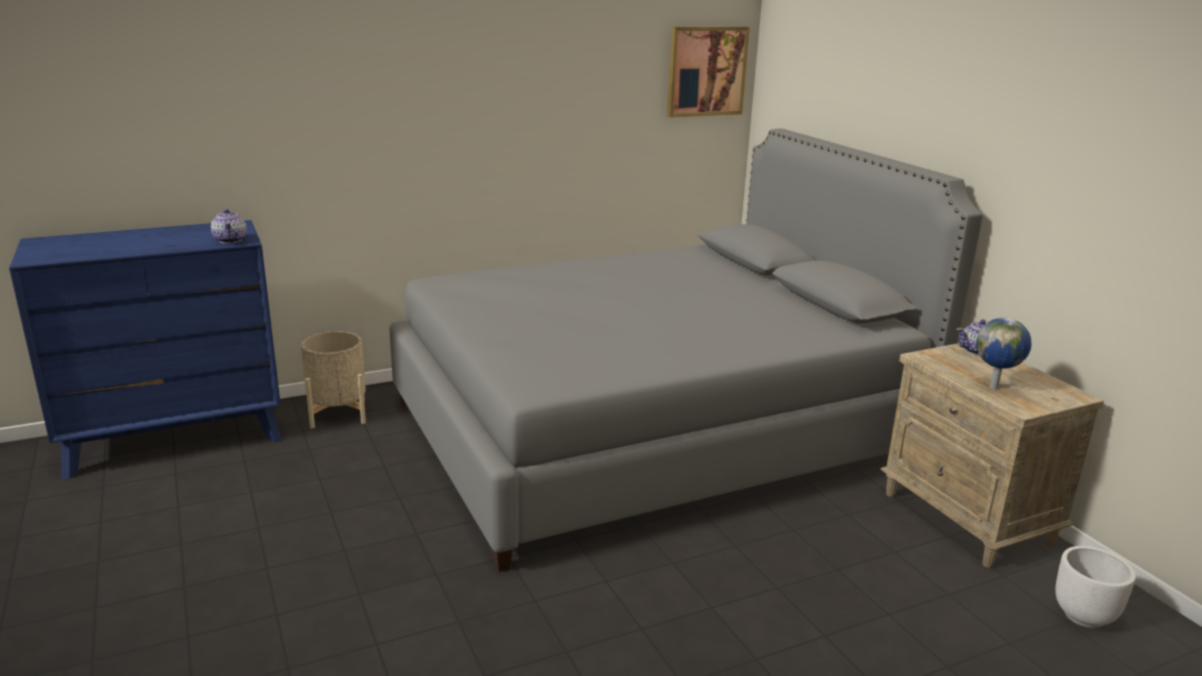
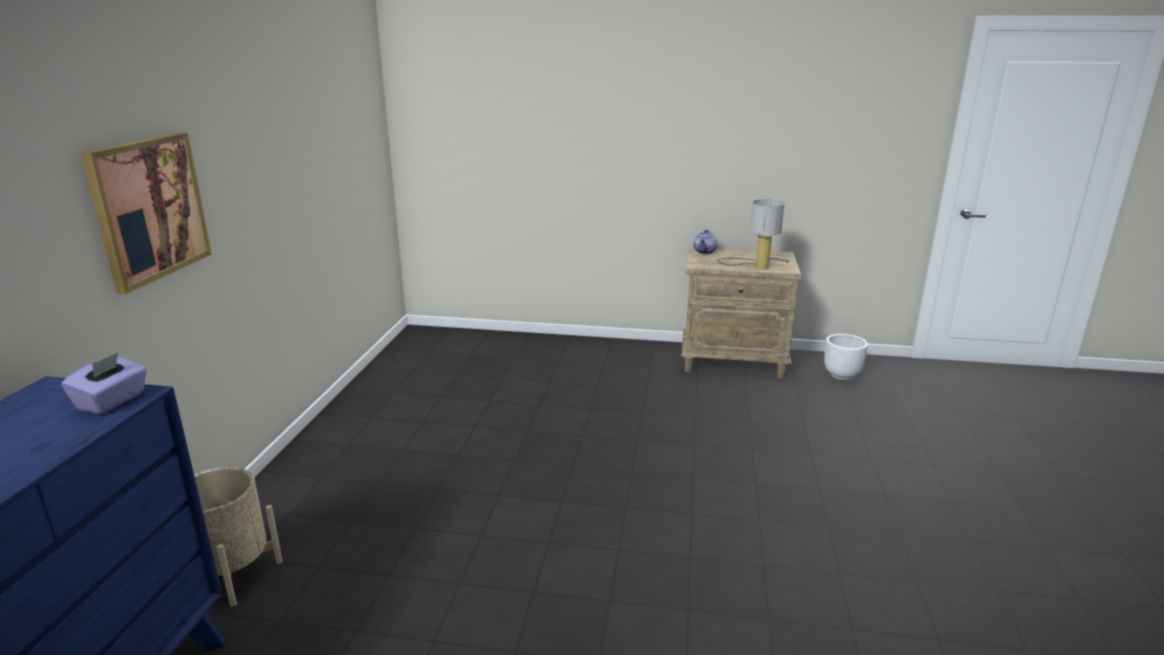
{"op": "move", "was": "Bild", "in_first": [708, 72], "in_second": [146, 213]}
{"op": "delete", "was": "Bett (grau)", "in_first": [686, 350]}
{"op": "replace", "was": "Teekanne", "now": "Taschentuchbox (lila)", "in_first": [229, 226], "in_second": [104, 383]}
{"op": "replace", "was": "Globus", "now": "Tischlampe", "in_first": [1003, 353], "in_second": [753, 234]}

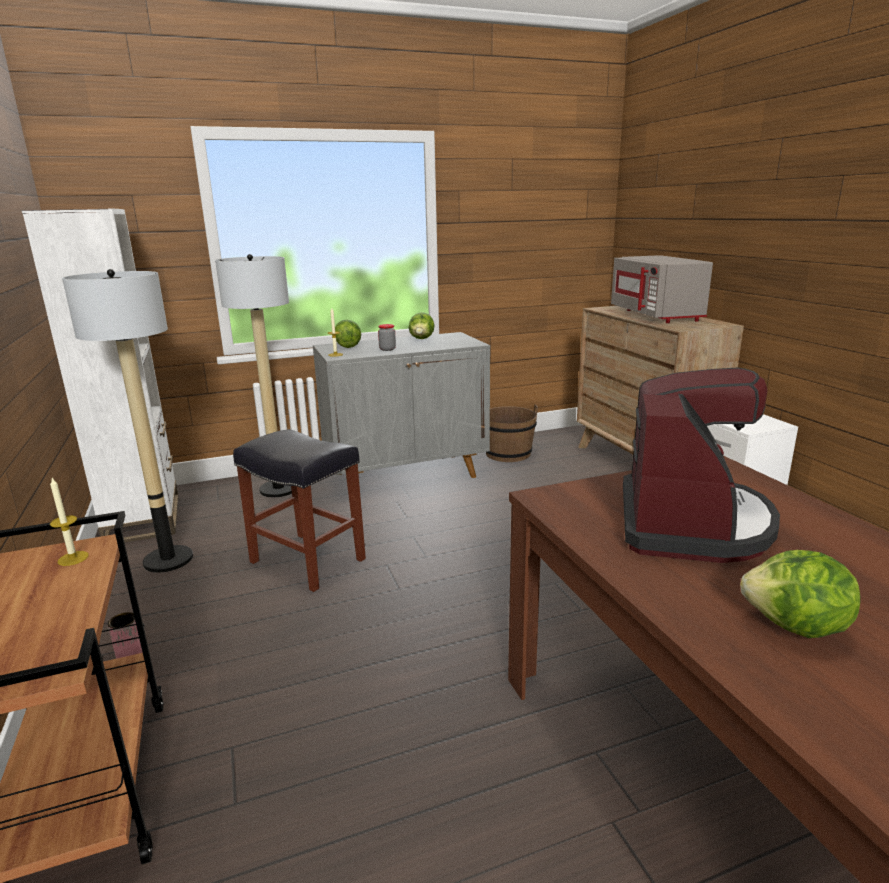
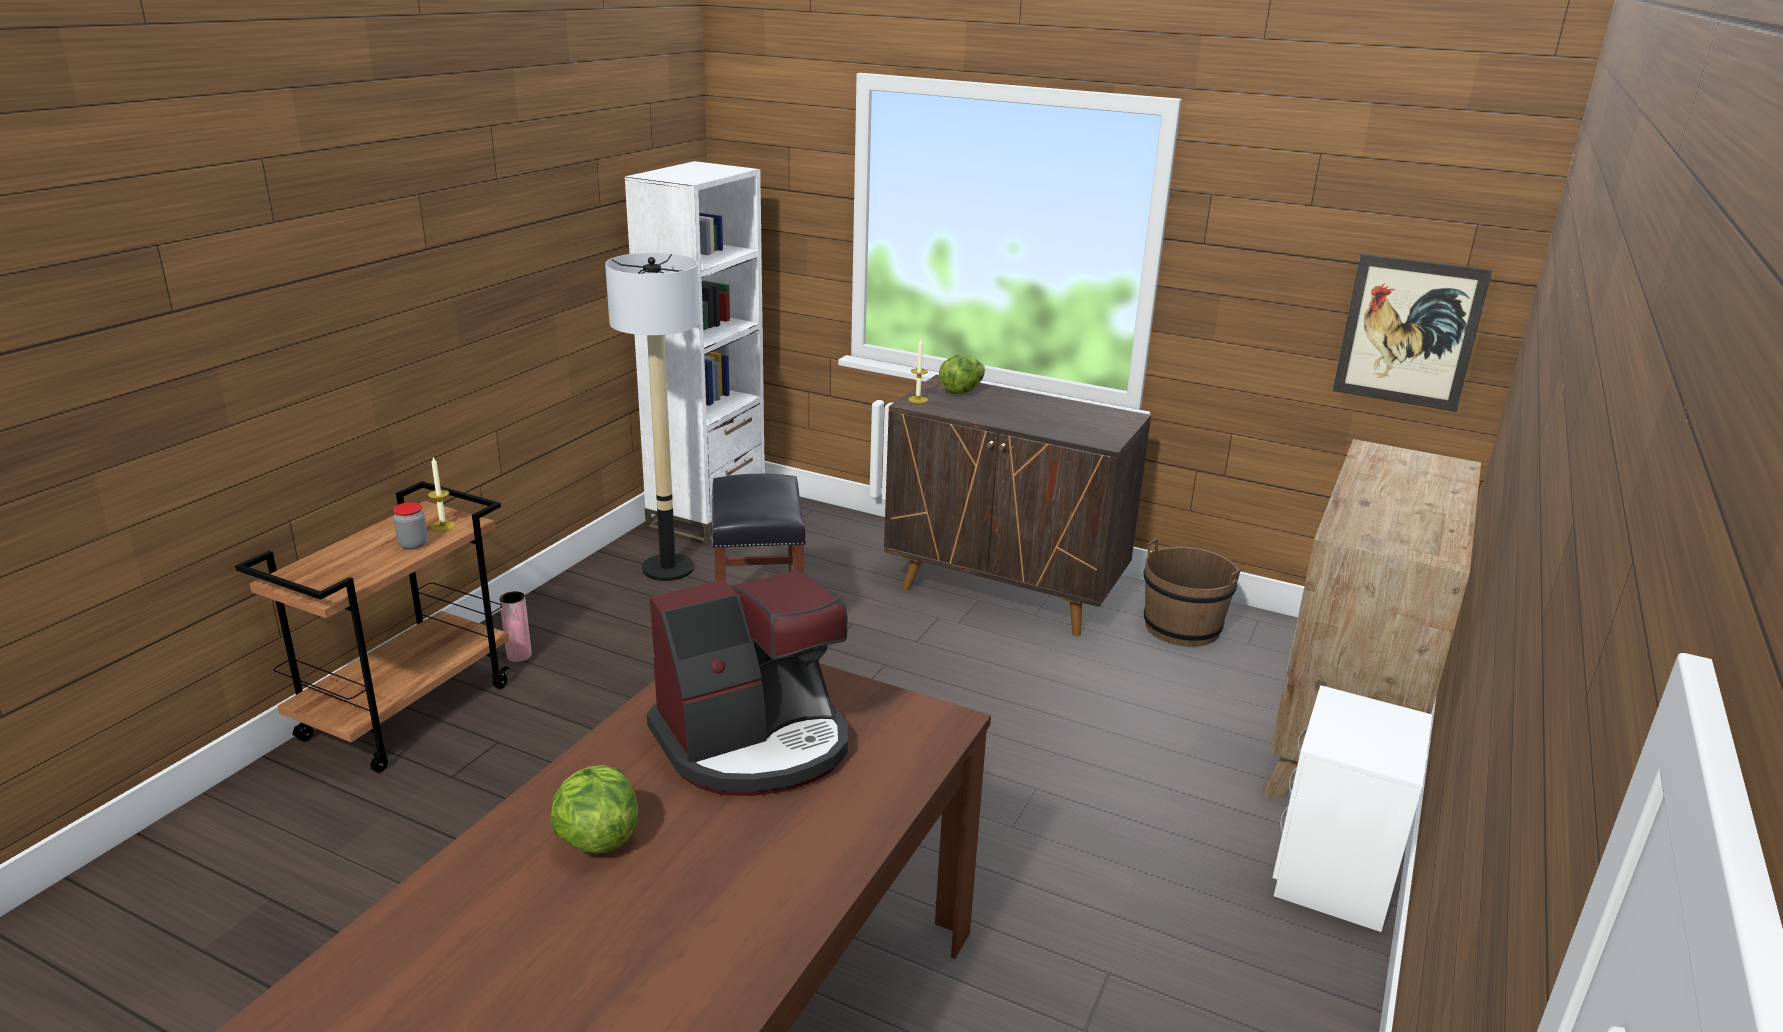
{"op": "delete", "was": "Stehlampe", "in_first": [253, 375]}
{"op": "delete", "was": "Mikrowelle (grau)", "in_first": [662, 289]}
{"op": "delete", "was": "Salatkopf", "in_first": [421, 325]}
{"op": "move", "was": "Vorratsglas", "in_first": [387, 337], "in_second": [410, 526]}
{"op": "recolor", "was": "Schrank (grau)", "now": "Schrank (braun)", "in_first": [401, 405], "in_second": [1017, 506]}
{"op": "insert", "now": "Bild", "in_second": [1412, 333]}

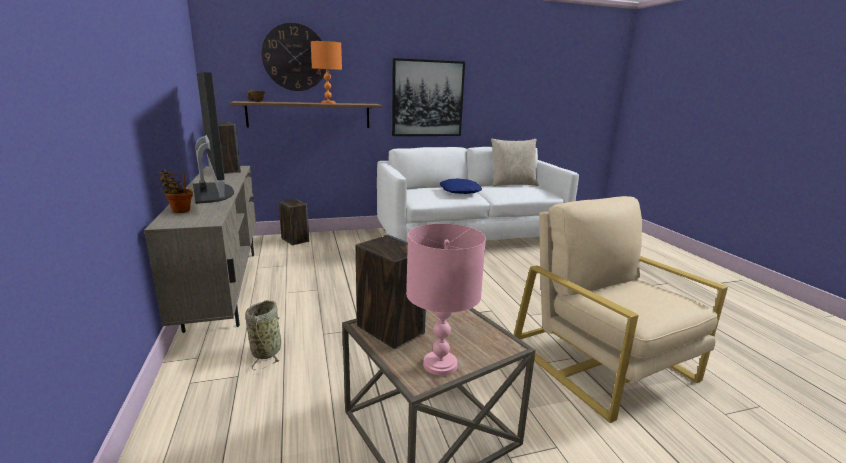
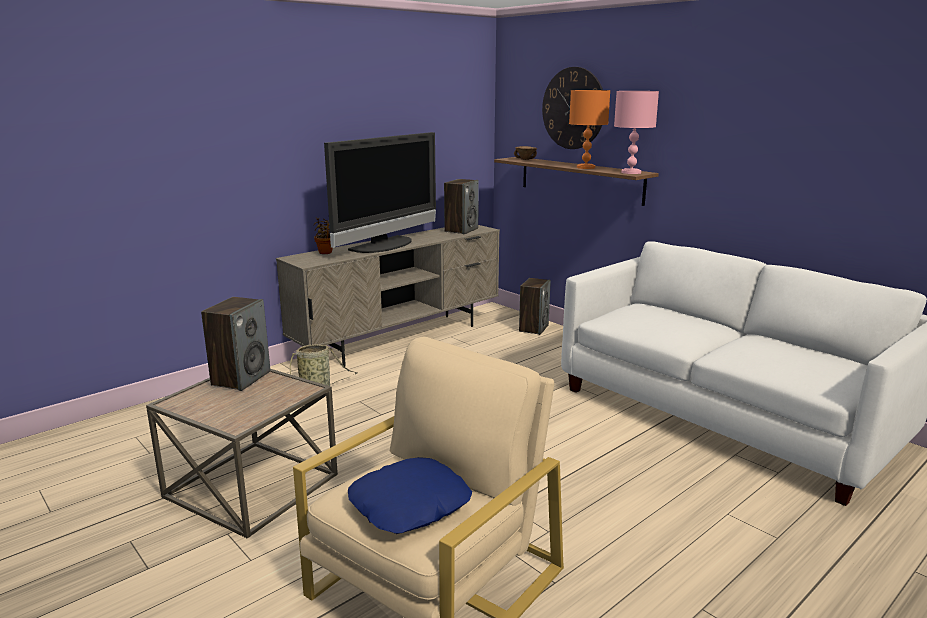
{"op": "delete", "was": "Bild", "in_first": [428, 97]}
{"op": "delete", "was": "Kissen (beige)", "in_first": [515, 162]}
{"op": "move", "was": "Kissen (blau)", "in_first": [461, 186], "in_second": [410, 495]}
{"op": "move", "was": "Tischlampe (rosa)", "in_first": [446, 299], "in_second": [636, 132]}

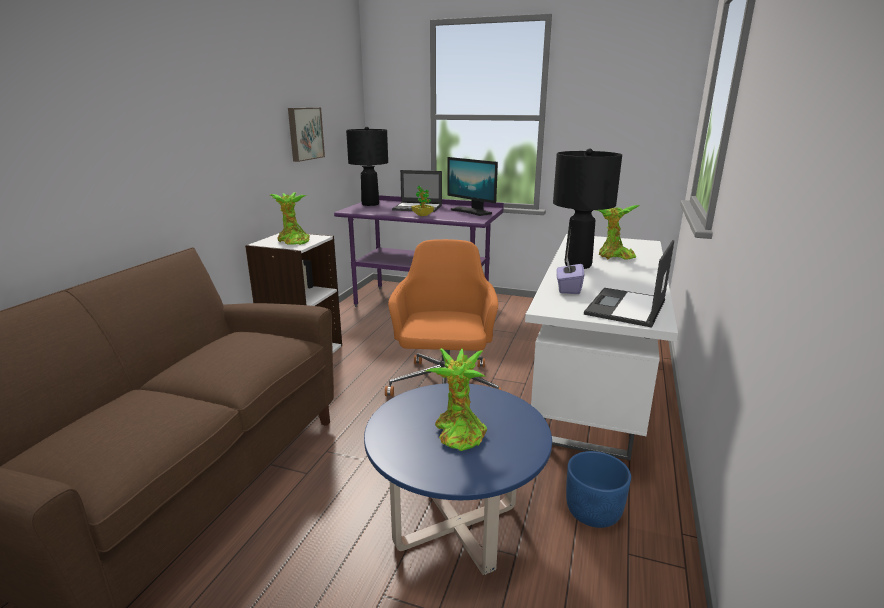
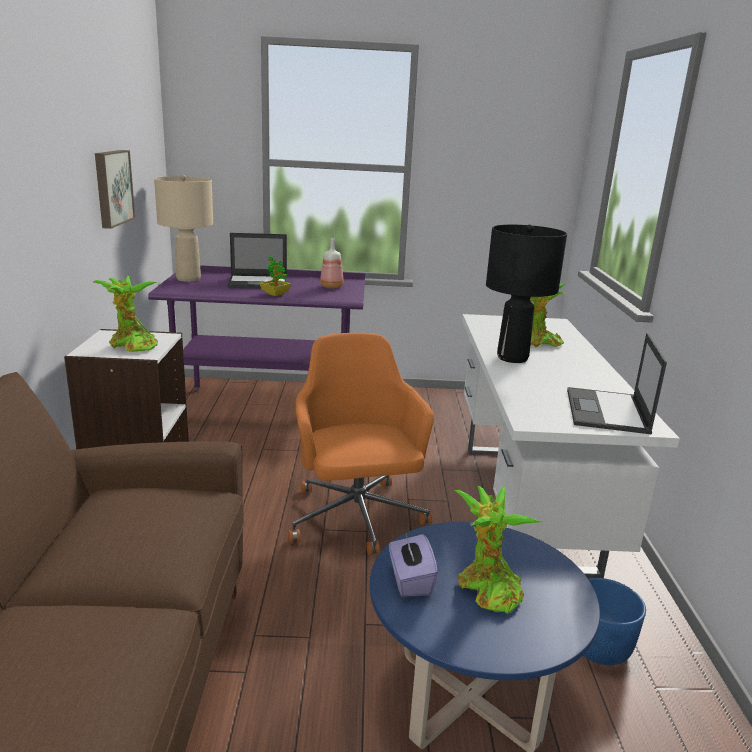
{"op": "recolor", "was": "Tischlampe (schwarz)", "now": "Tischlampe (beige)", "in_first": [367, 166], "in_second": [183, 228]}
{"op": "replace", "was": "Monitor", "now": "Flasche", "in_first": [472, 186], "in_second": [332, 263]}
{"op": "move", "was": "Taschentuchbox (lila)", "in_first": [570, 275], "in_second": [413, 565]}

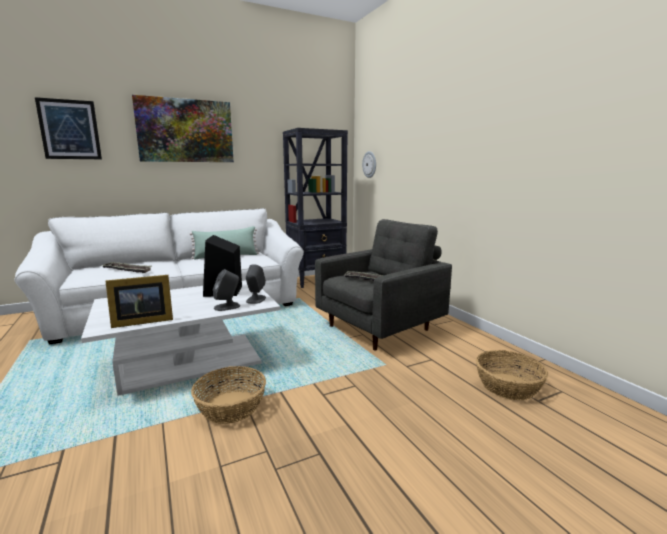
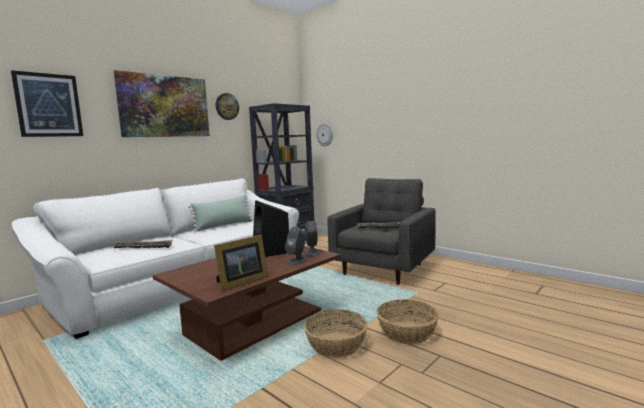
{"op": "recolor", "was": "Couchtisch (weiß)", "now": "Couchtisch (braun)", "in_first": [180, 338], "in_second": [246, 303]}
{"op": "move", "was": "Korb", "in_first": [512, 375], "in_second": [407, 321]}
{"op": "insert", "now": "Wanduhr", "in_second": [227, 106]}

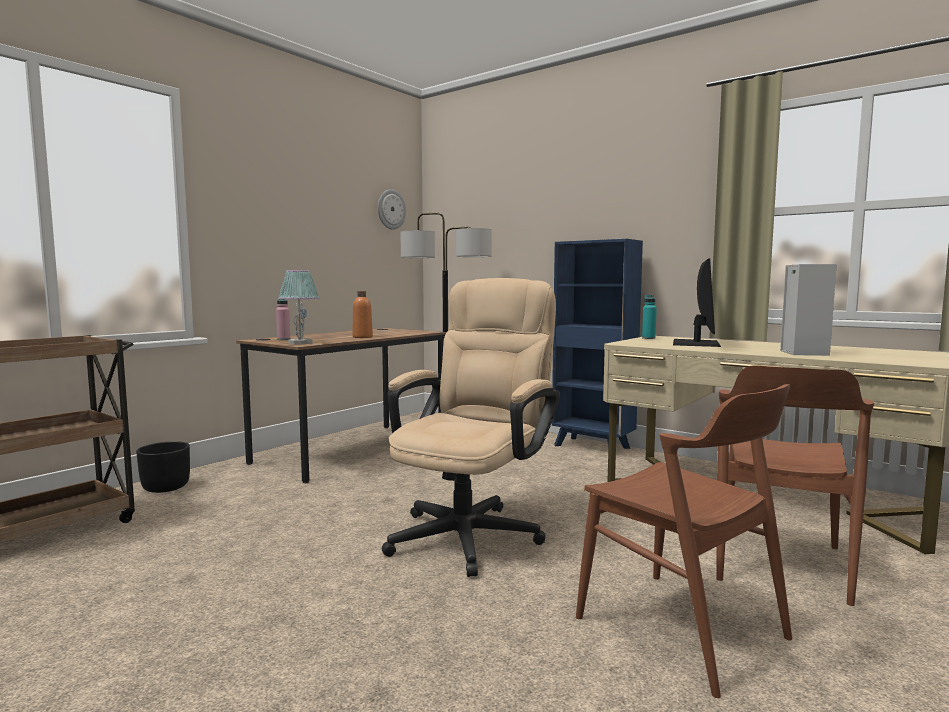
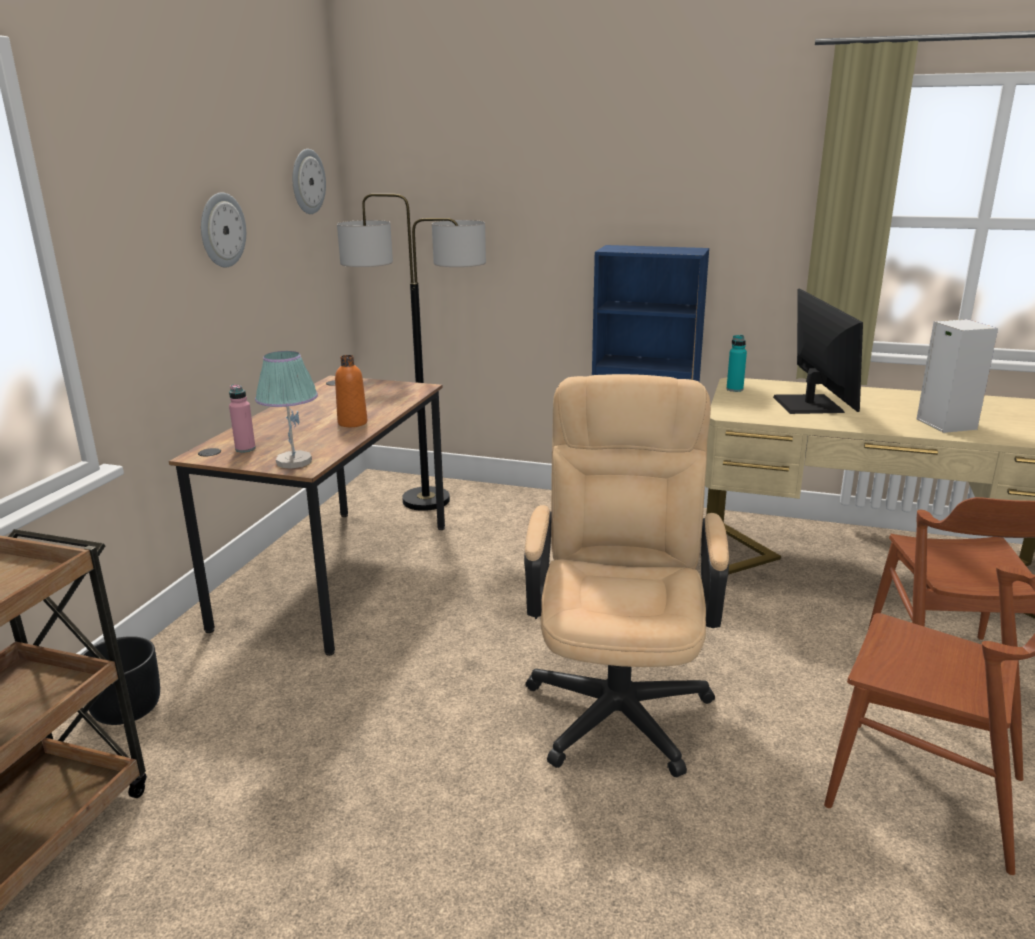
{"op": "insert", "now": "Wanduhr", "in_second": [223, 229]}

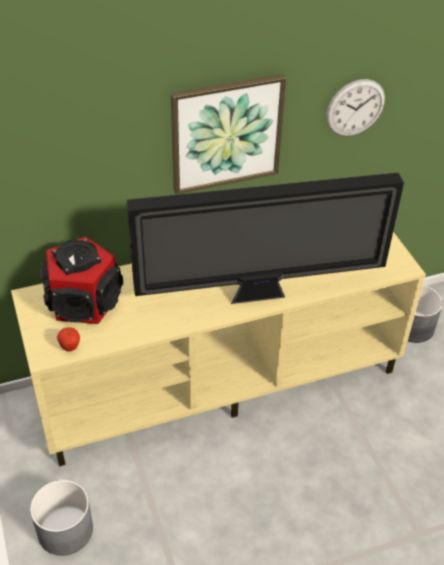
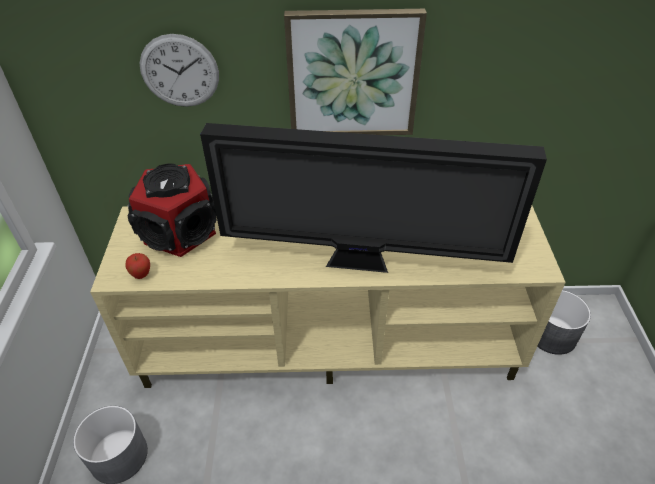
{"op": "move", "was": "Wanduhr", "in_first": [355, 107], "in_second": [179, 70]}

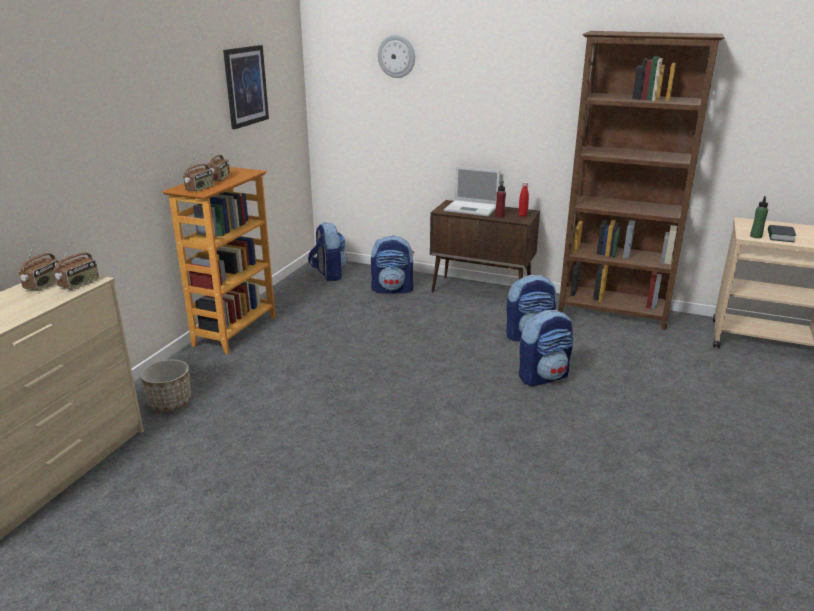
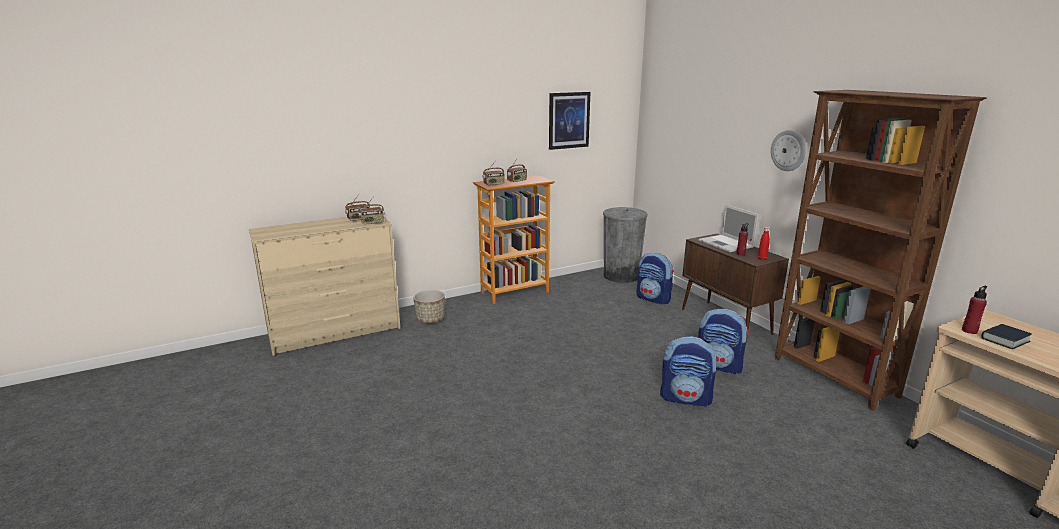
{"op": "move", "was": "Wanduhr", "in_first": [396, 56], "in_second": [788, 150]}
{"op": "recolor", "was": "Flasche (grün)", "now": "Flasche (rot)", "in_first": [759, 217], "in_second": [974, 310]}
{"op": "replace", "was": "Rucksack", "now": "Mülleimer (grau)", "in_first": [328, 251], "in_second": [625, 245]}

